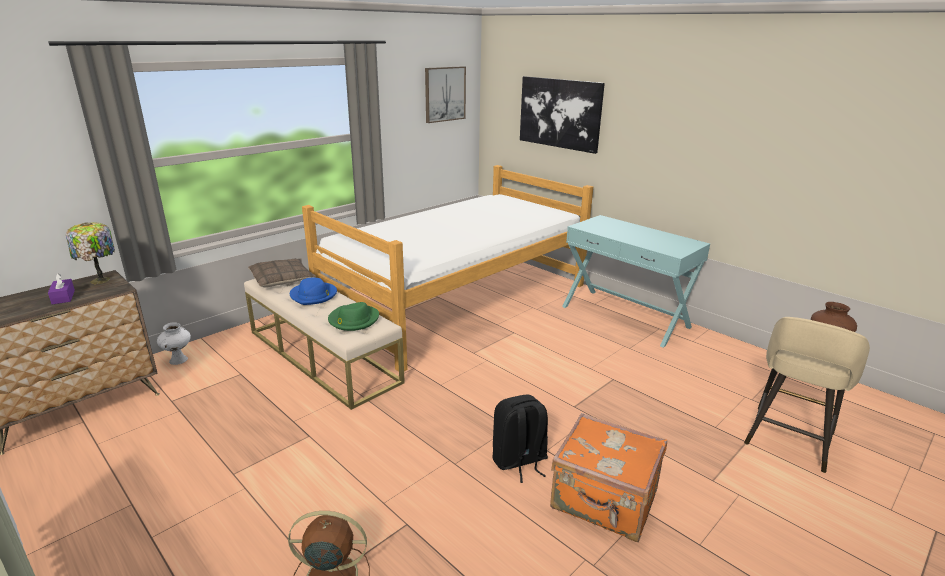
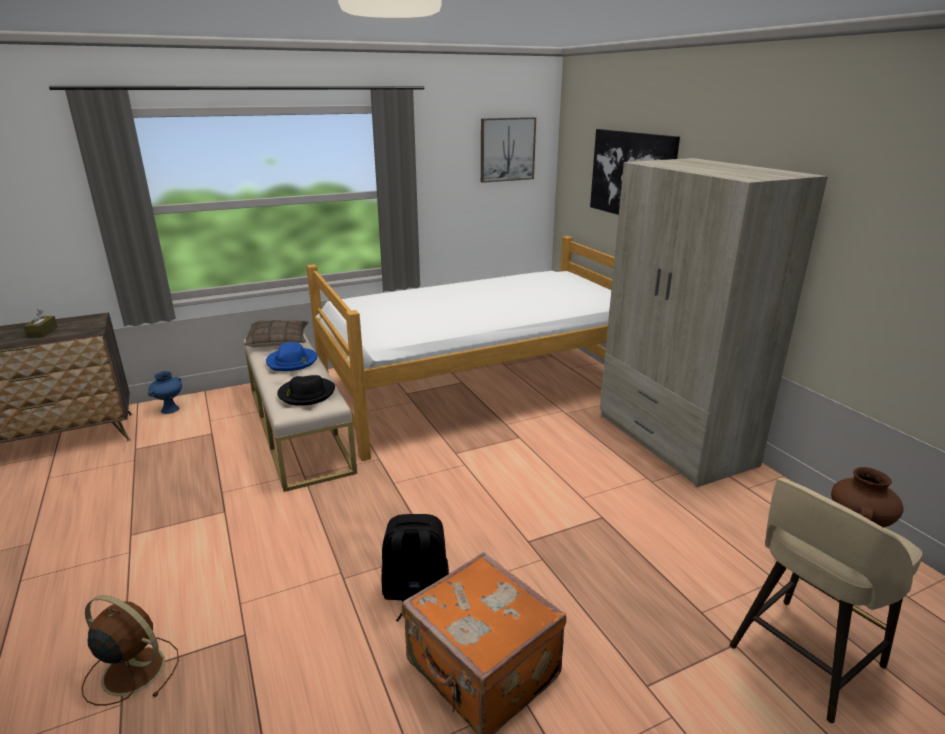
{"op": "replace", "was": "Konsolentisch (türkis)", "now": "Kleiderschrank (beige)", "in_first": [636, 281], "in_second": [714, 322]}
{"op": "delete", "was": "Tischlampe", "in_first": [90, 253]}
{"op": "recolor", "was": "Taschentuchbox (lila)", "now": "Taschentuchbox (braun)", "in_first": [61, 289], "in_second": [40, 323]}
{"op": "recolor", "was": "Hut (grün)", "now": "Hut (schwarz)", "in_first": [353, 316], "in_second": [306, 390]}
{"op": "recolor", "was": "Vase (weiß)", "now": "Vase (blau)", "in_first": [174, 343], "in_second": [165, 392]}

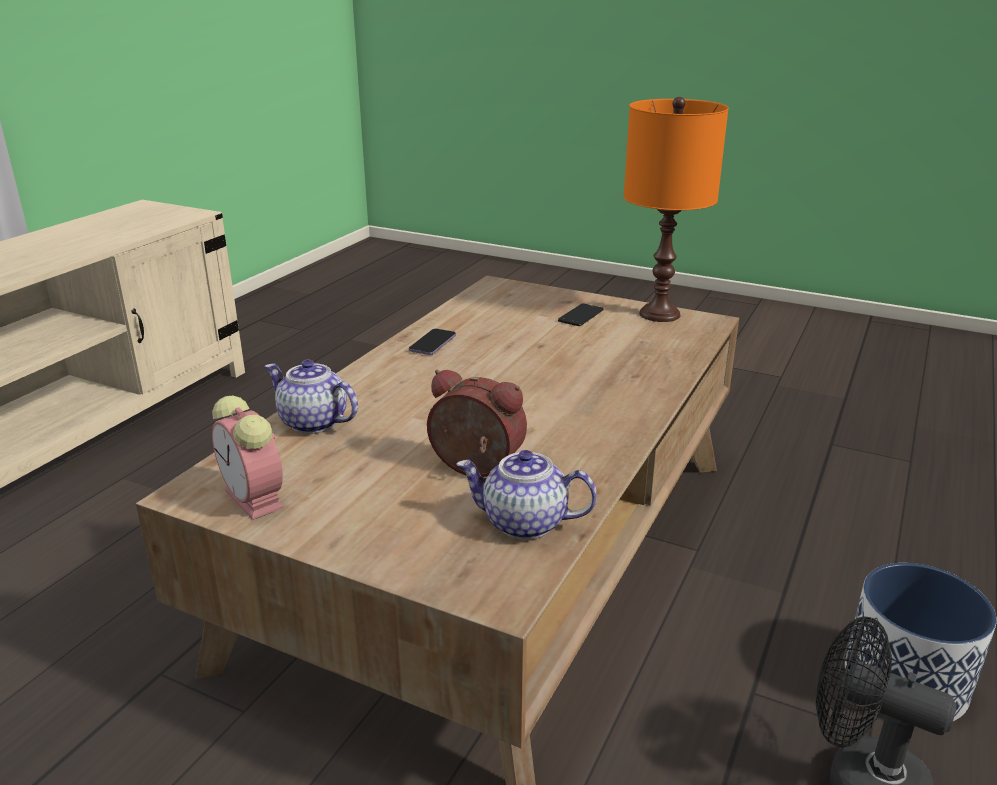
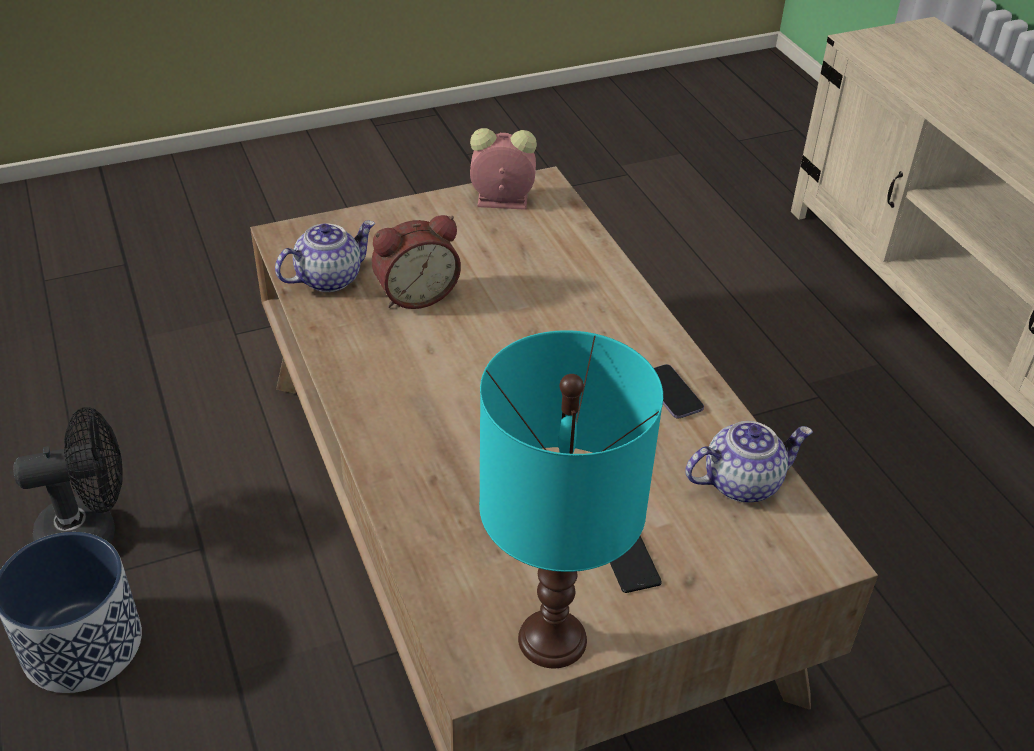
{"op": "recolor", "was": "Tischlampe (orange)", "now": "Tischlampe (türkis)", "in_first": [676, 209], "in_second": [571, 499]}
{"op": "move", "was": "Teekanne", "in_first": [311, 397], "in_second": [749, 462]}

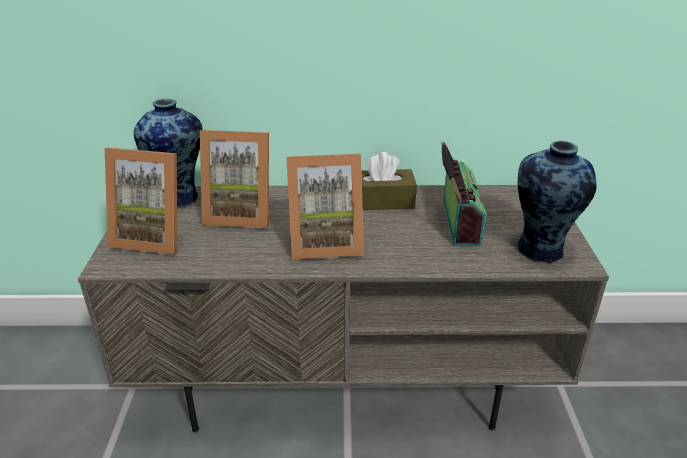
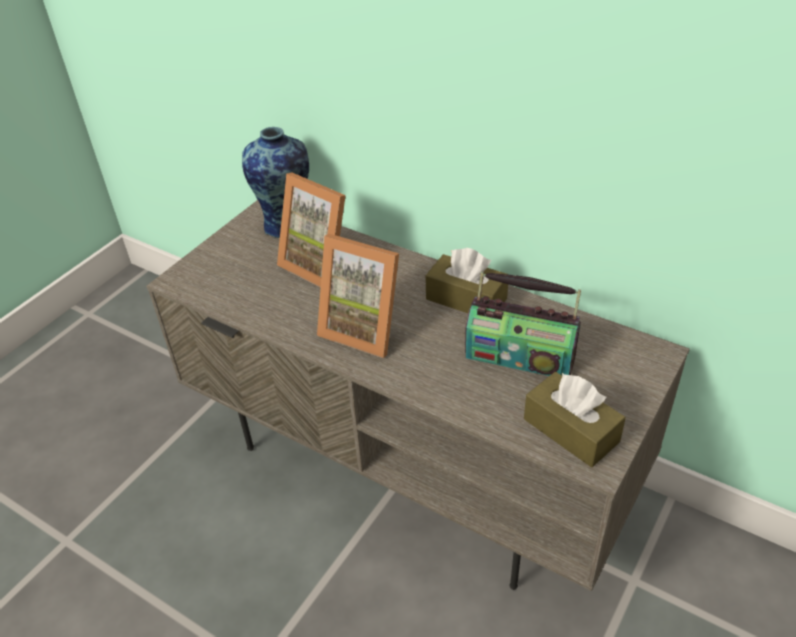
{"op": "replace", "was": "Vase", "now": "Taschentuchbox (braun)", "in_first": [557, 202], "in_second": [575, 419]}
{"op": "rotate", "was": "Radio", "in_first": [464, 194], "in_second": [523, 323], "clockwise": 75}
{"op": "delete", "was": "Bilderrahmen", "in_first": [141, 201]}

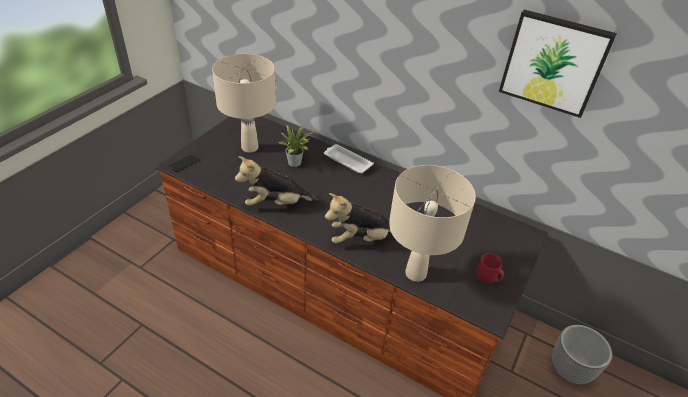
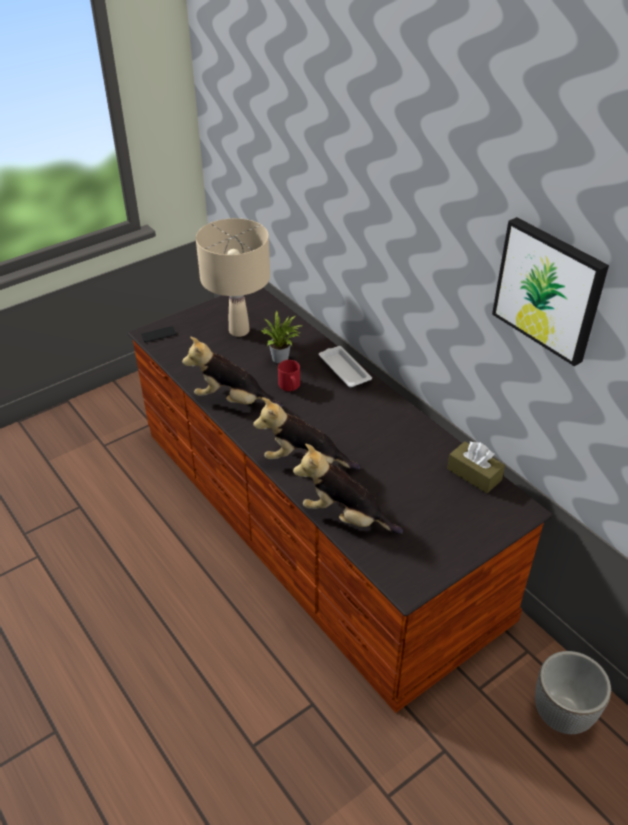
{"op": "replace", "was": "Tischlampe (beige)", "now": "Plüschtier", "in_first": [432, 223], "in_second": [348, 489]}
{"op": "move", "was": "Henkelbecher (rot)", "in_first": [490, 268], "in_second": [289, 375]}
{"op": "insert", "now": "Taschentuchbox (braun)", "in_second": [476, 467]}

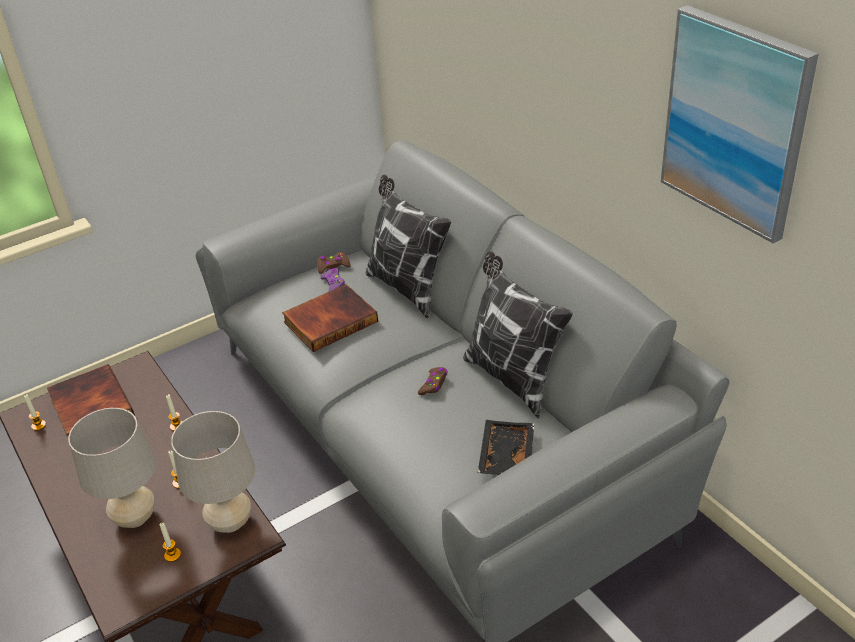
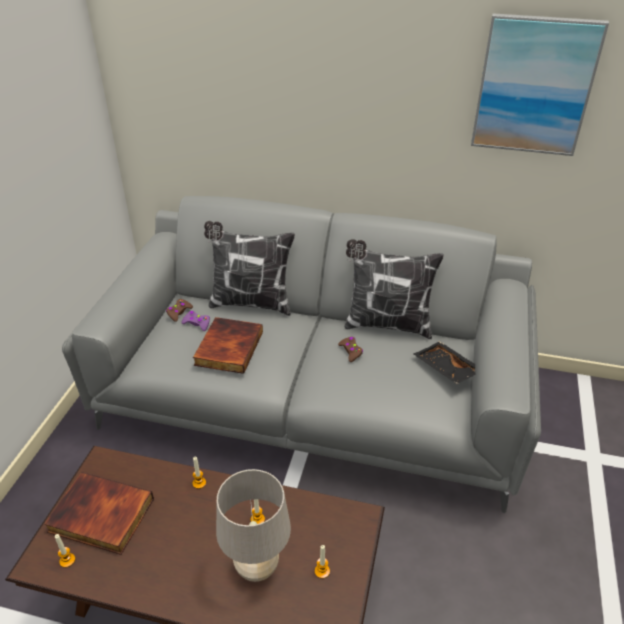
{"op": "delete", "was": "Tischlampe (beige)", "in_first": [213, 472]}

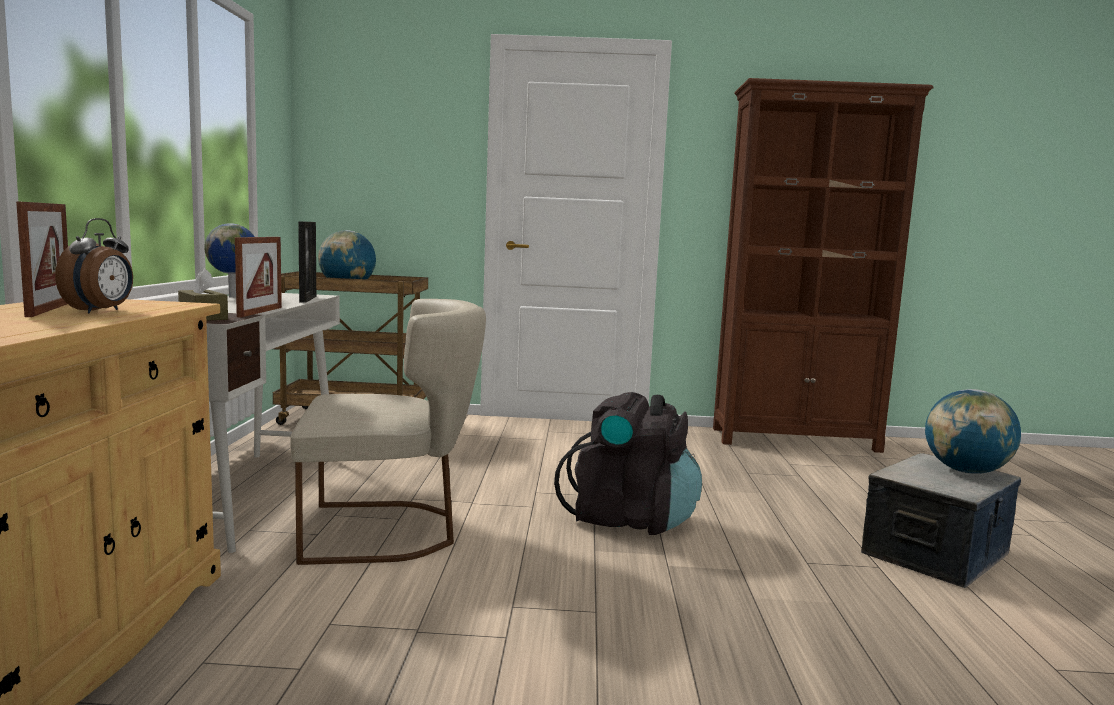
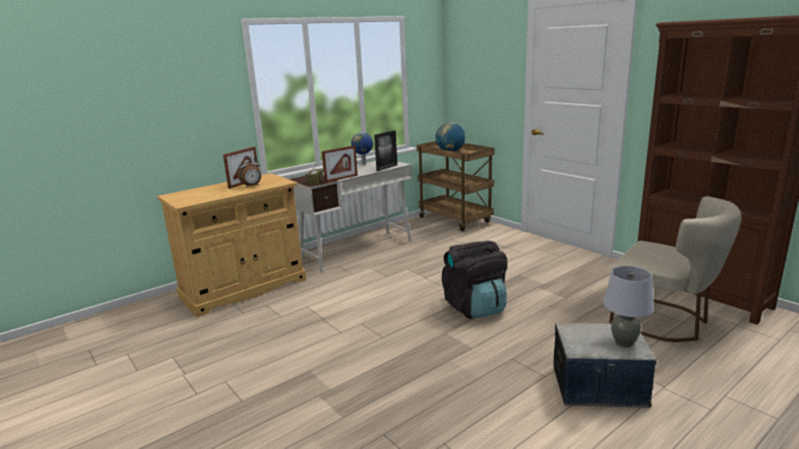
{"op": "move", "was": "Stuhl (beige)", "in_first": [388, 432], "in_second": [675, 269]}
{"op": "replace", "was": "Globus", "now": "Tischlampe (grau)", "in_first": [973, 431], "in_second": [628, 306]}

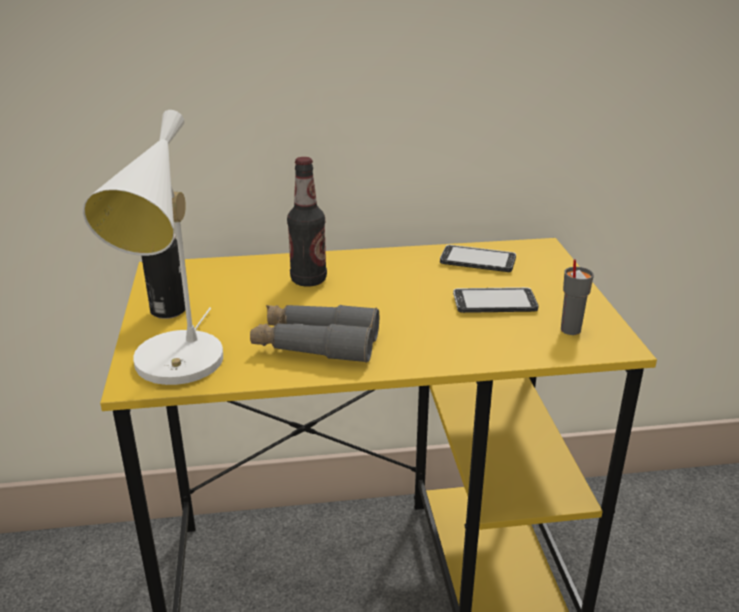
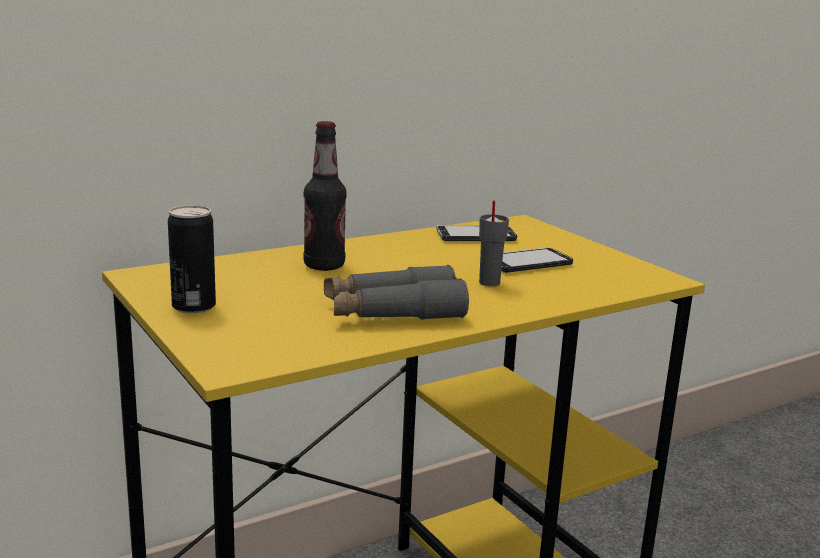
{"op": "delete", "was": "Tischlampe (weiß)", "in_first": [152, 247]}
{"op": "move", "was": "Tasse (grau)", "in_first": [577, 297], "in_second": [494, 243]}

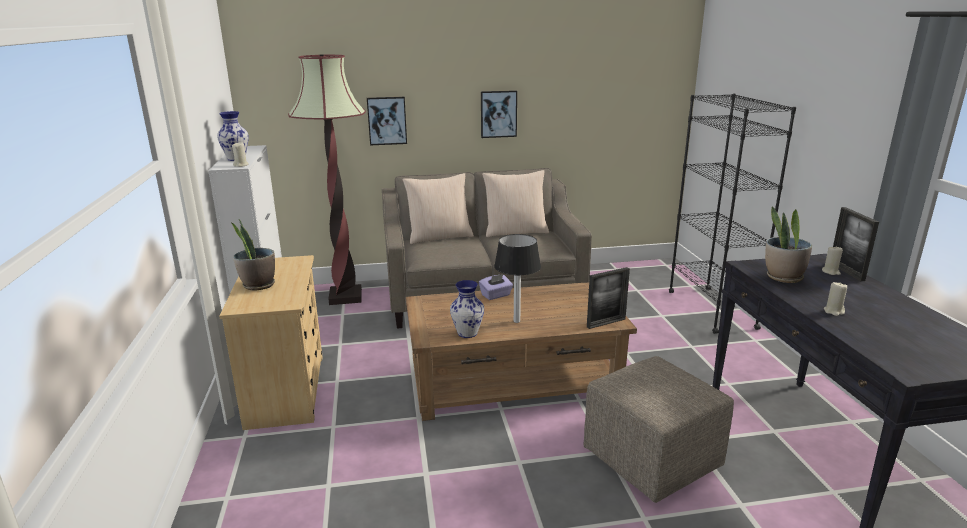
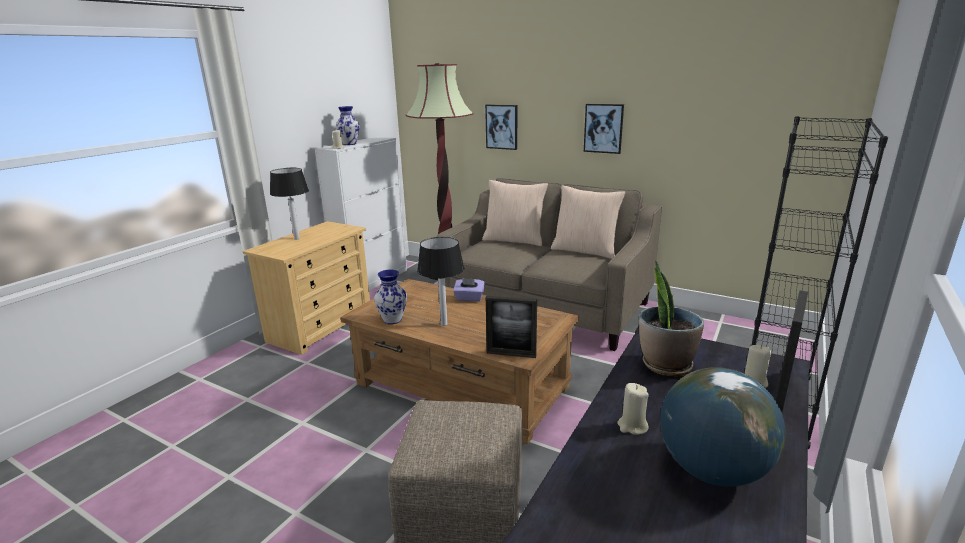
{"op": "replace", "was": "Topfpflanze", "now": "Tischlampe", "in_first": [253, 255], "in_second": [289, 204]}
{"op": "insert", "now": "Globus", "in_second": [723, 426]}

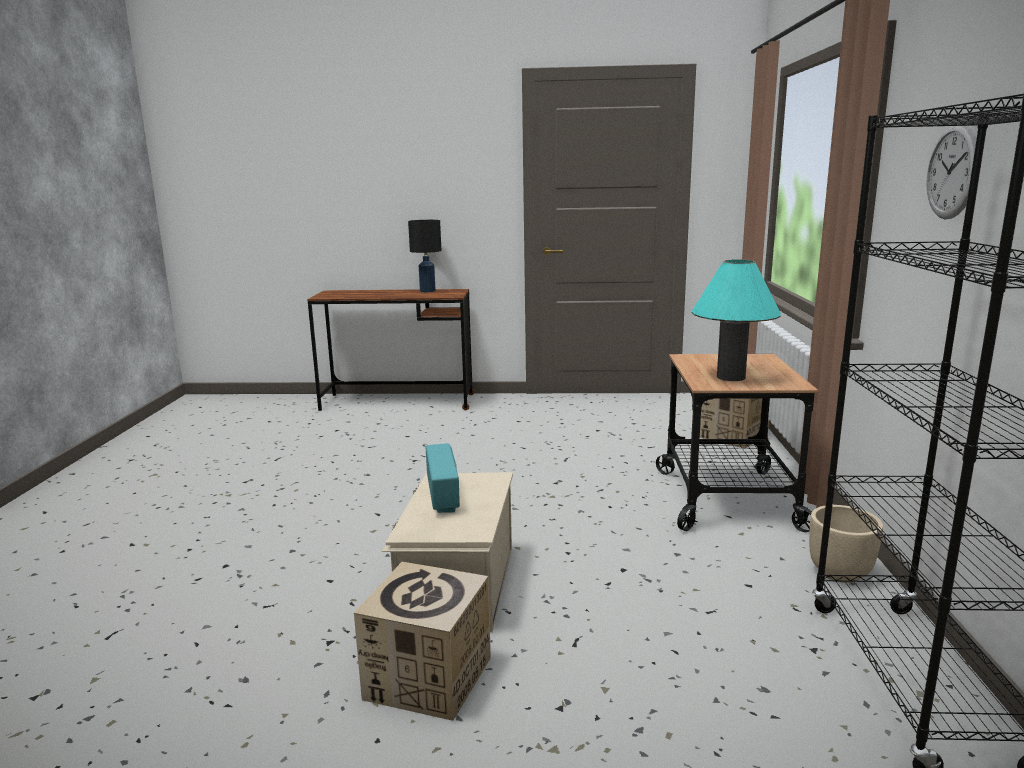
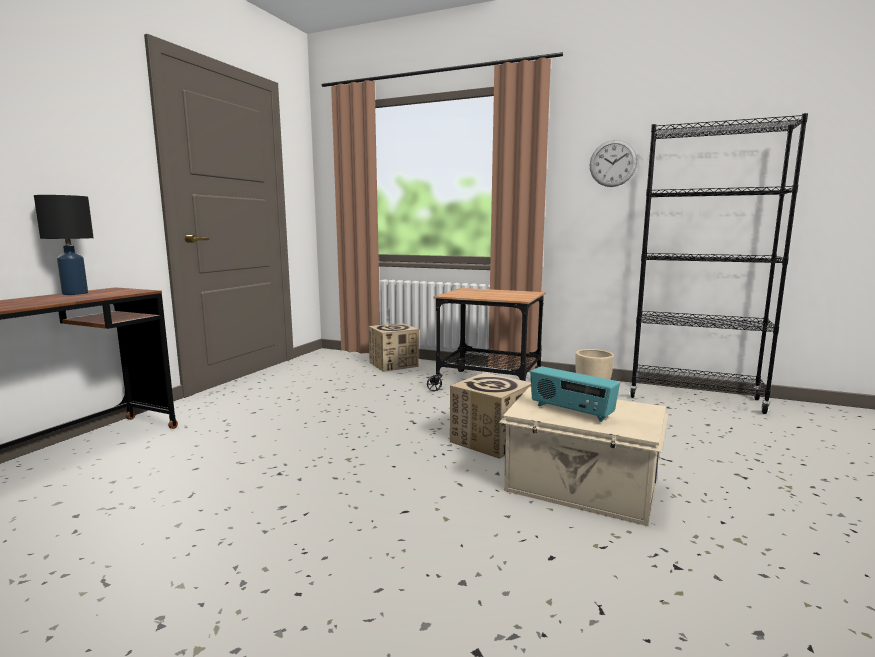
{"op": "delete", "was": "Tischlampe (türkis)", "in_first": [736, 320]}
{"op": "rotate", "was": "Radio", "in_first": [442, 478], "in_second": [575, 394], "clockwise": -150}
{"op": "move", "was": "Karton", "in_first": [422, 641], "in_second": [490, 415]}

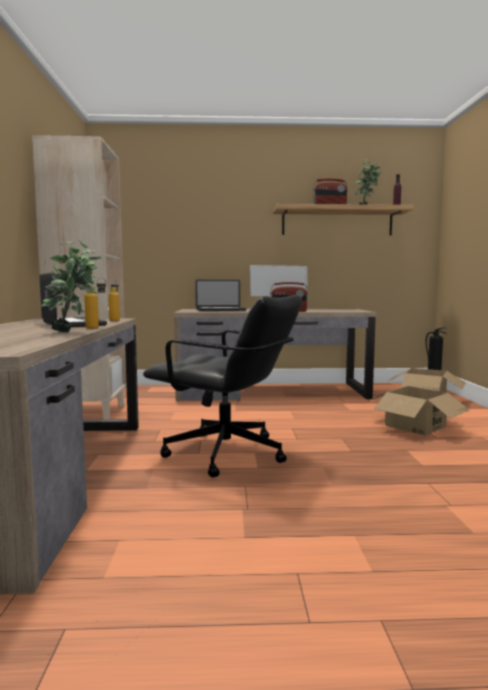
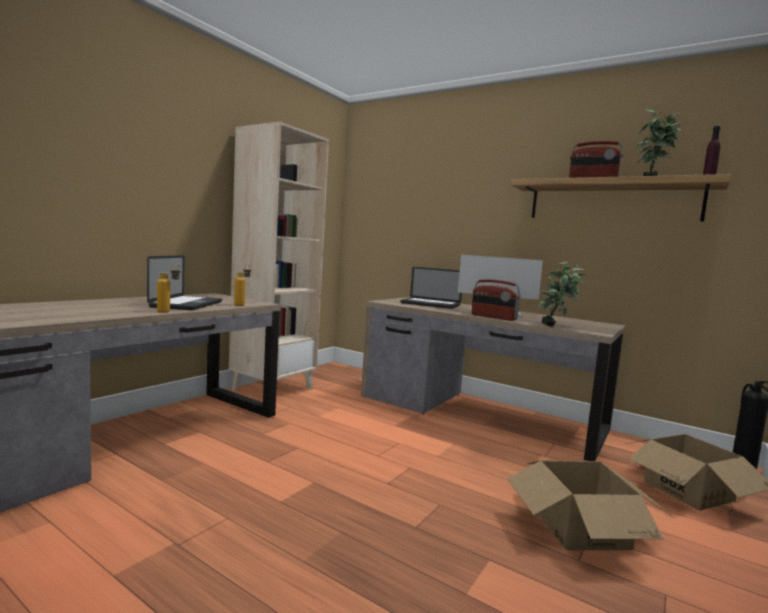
{"op": "move", "was": "Topfpflanze", "in_first": [71, 286], "in_second": [562, 294]}
{"op": "delete", "was": "Bürostuhl (schwarz)", "in_first": [222, 386]}

